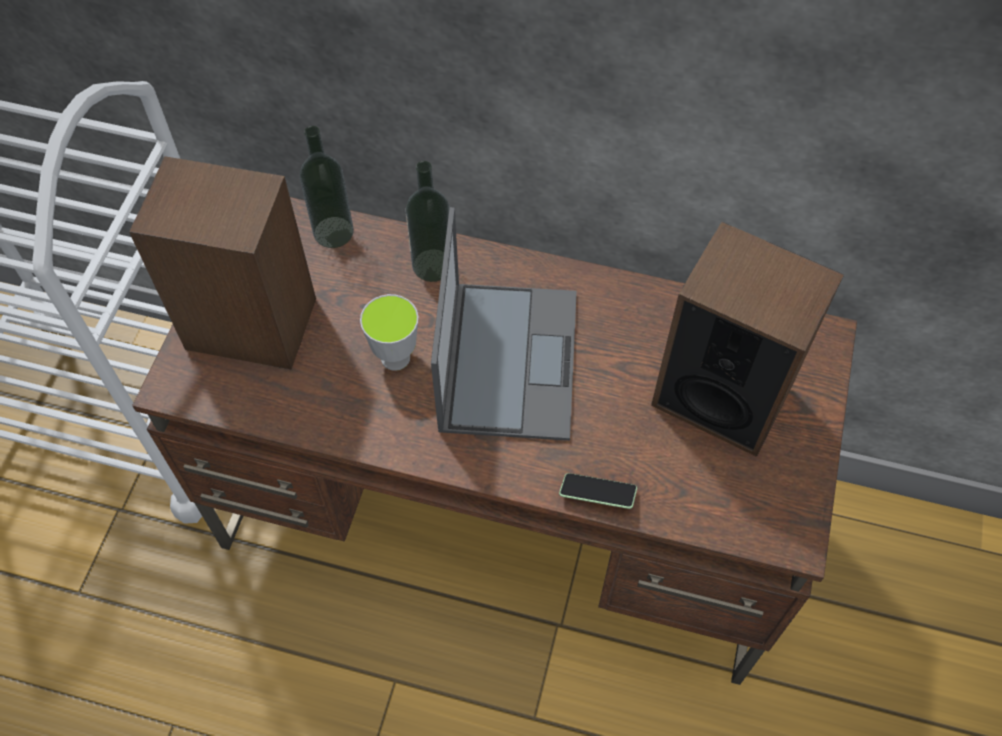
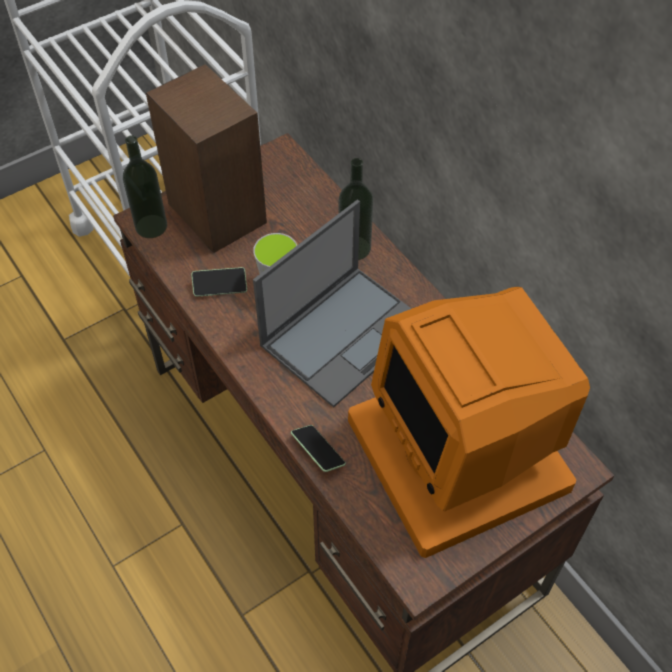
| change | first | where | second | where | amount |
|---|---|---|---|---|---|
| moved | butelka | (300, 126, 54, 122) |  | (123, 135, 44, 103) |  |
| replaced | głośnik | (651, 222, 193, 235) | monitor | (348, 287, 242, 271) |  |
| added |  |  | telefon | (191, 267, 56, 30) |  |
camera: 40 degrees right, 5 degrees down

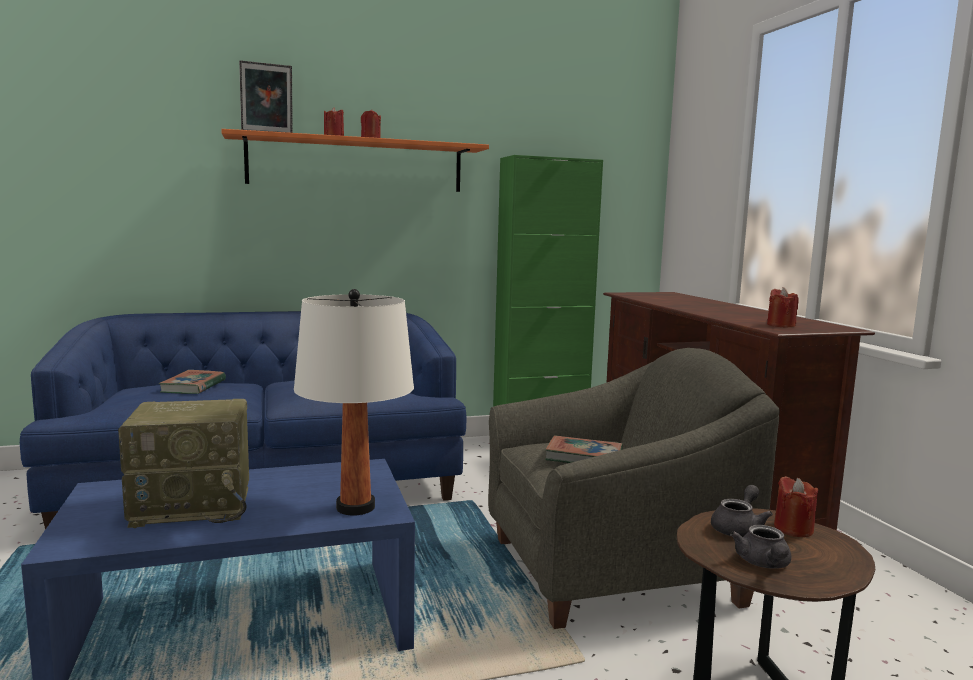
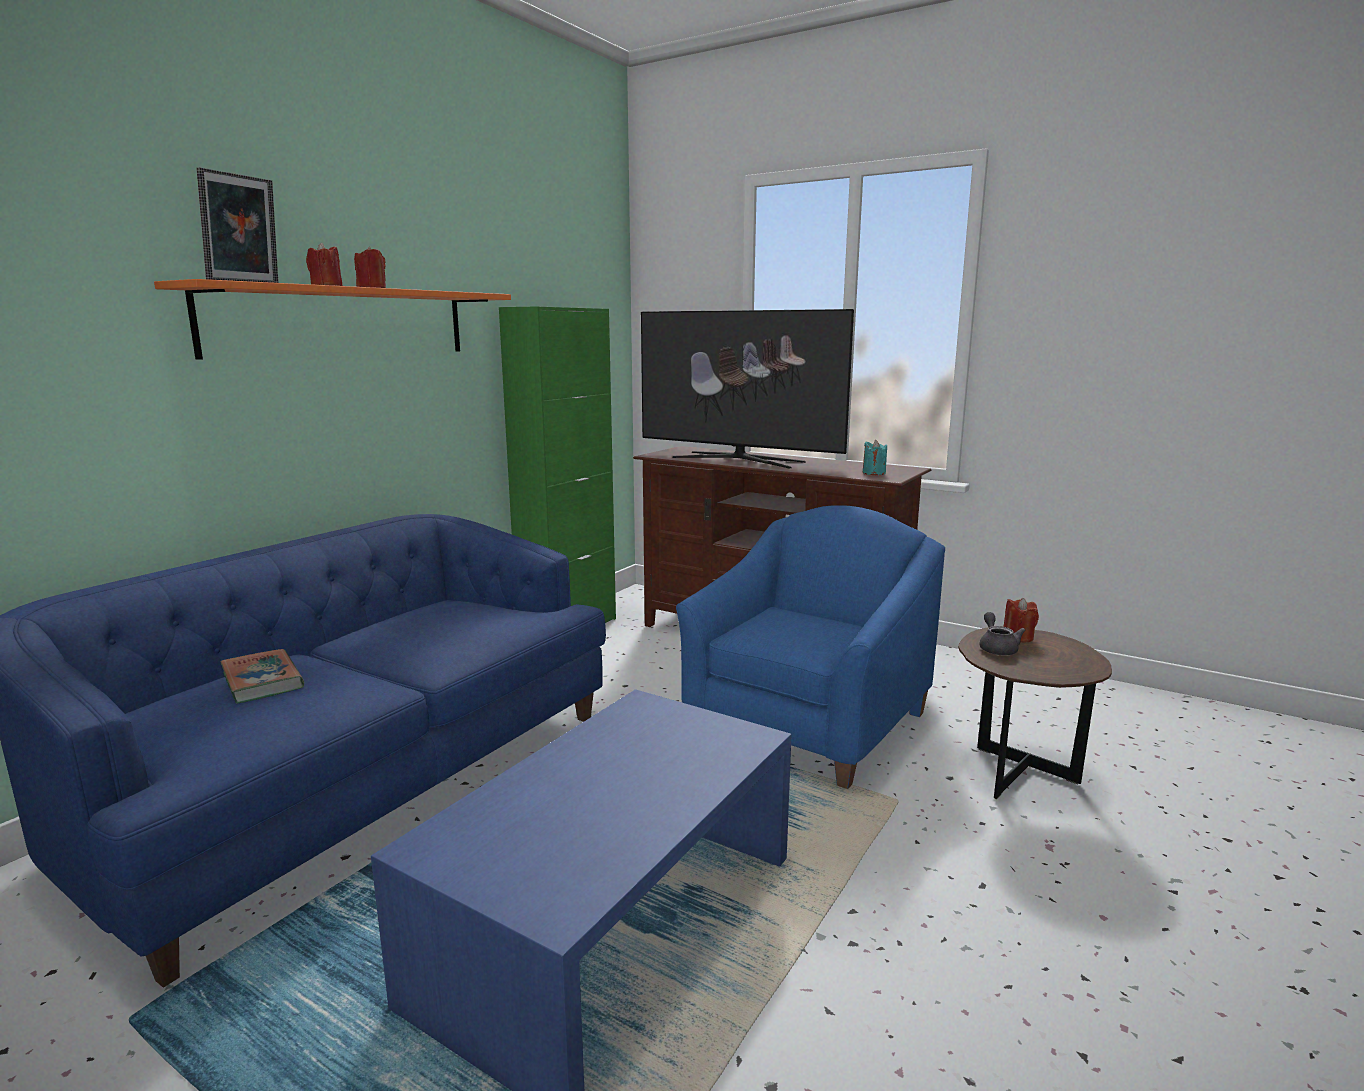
| change | first | where | second | where | amount |
|---|---|---|---|---|---|
| recoloured | świeca/czerwony | (767, 287, 32, 41) | świeca/turkusowy | (862, 440, 25, 35) |  |
| removed | lampa stołowa/biały | (294, 289, 120, 226) |  |  |  |
| recoloured | fotel/szary | (488, 348, 292, 281) | fotel/niebieski | (676, 505, 269, 284) |  |
| removed | radio | (118, 399, 131, 129) |  |  |  |
| removed | książka | (545, 435, 78, 28) |  |  |  |
| removed | imbryk/szary | (730, 525, 61, 44) |  |  |  |
| added |  |  | telewizor | (641, 309, 213, 160) |  |
camera: 40 degrees left, 5 degrees up

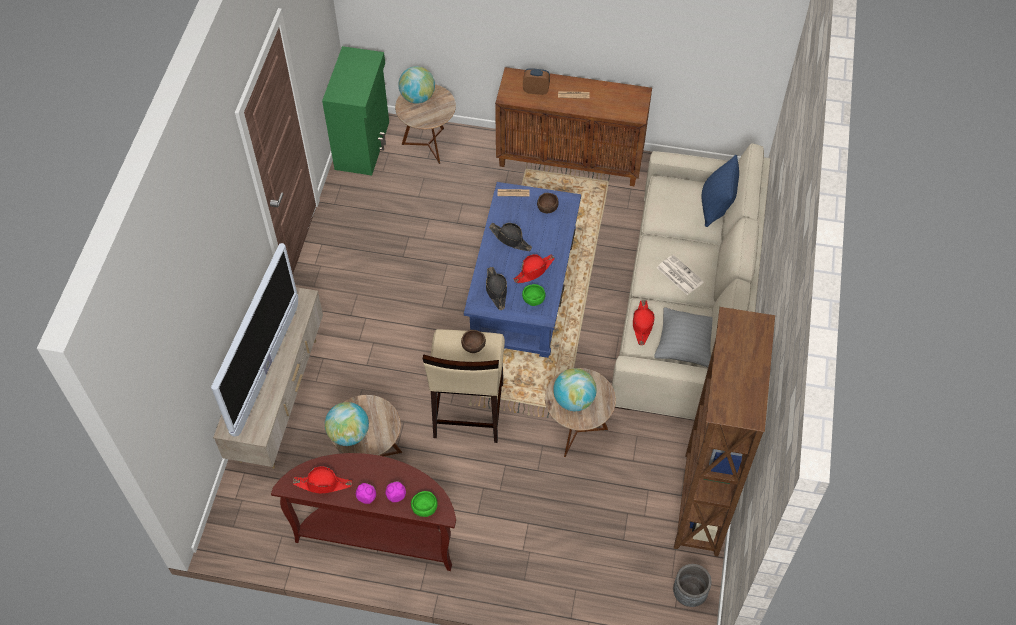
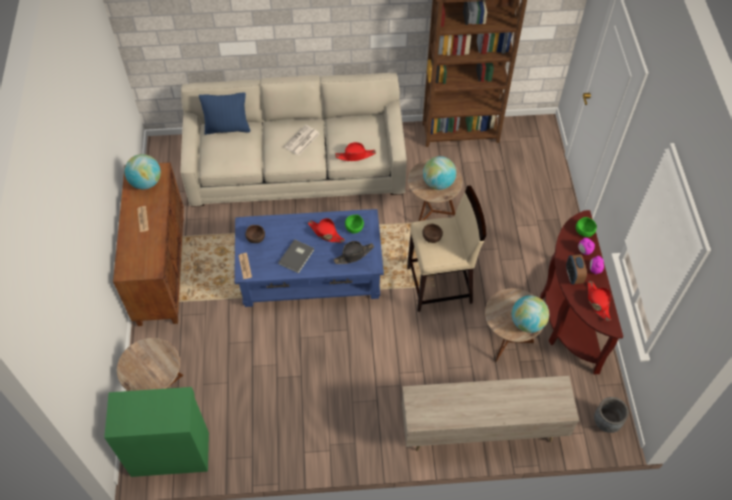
| change | first | where | second | where | amount |
|---|---|---|---|---|---|
| moved | globus | (398, 66, 37, 37) |  | (124, 154, 37, 35) |  |
| moved | budzik | (523, 68, 27, 27) |  | (566, 254, 21, 30) |  |
| replaced | kapelusz/czarny | (489, 223, 43, 28) | książka/szary | (278, 239, 36, 34) |  |
| removed | telewizor | (211, 243, 87, 194) |  |  |  |
| removed | poduszka/szary | (654, 307, 59, 60) |  |  |  |
| moved | donica/szary | (673, 564, 39, 43) |  | (594, 397, 35, 36) |  |
camera: 105 degrees left, 0 degrees up

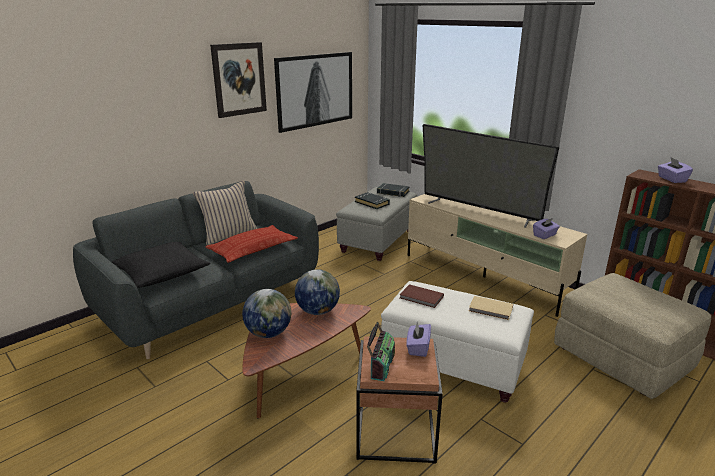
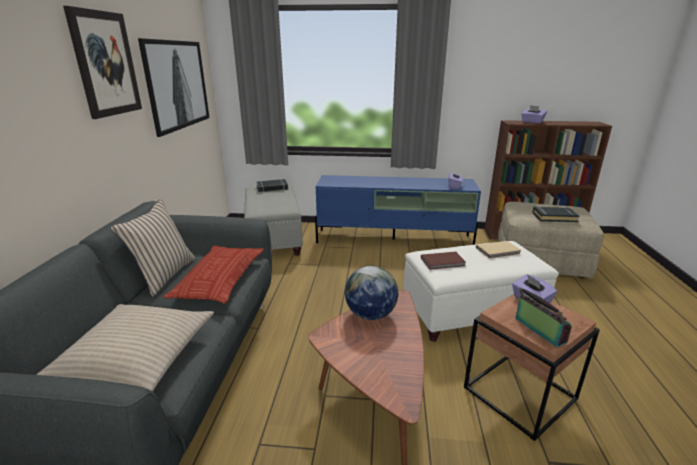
| change | first | where | second | where | amount |
|---|---|---|---|---|---|
| removed | telewizor | (423, 124, 136, 104) |  |  |  |
| moved | książka/czarny | (355, 192, 35, 17) |  | (532, 206, 48, 16) |  |
| recoloured | szafka pod telewizor/beżowy | (408, 194, 179, 123) | szafka pod telewizor/niebieski | (315, 175, 166, 70) |  |
| recoloured | poduszka/czarny | (112, 242, 98, 46) | poduszka/beżowy | (36, 304, 178, 88) |  |
| removed | globus | (242, 289, 49, 49) |  |  |  |
camera: 40 degrees left, 0 degrees up

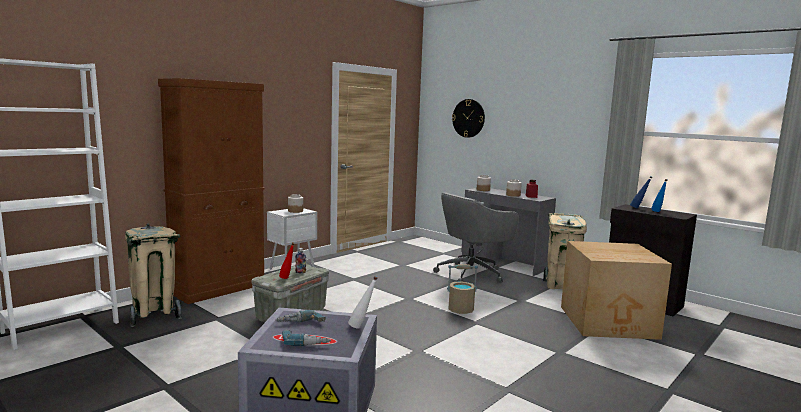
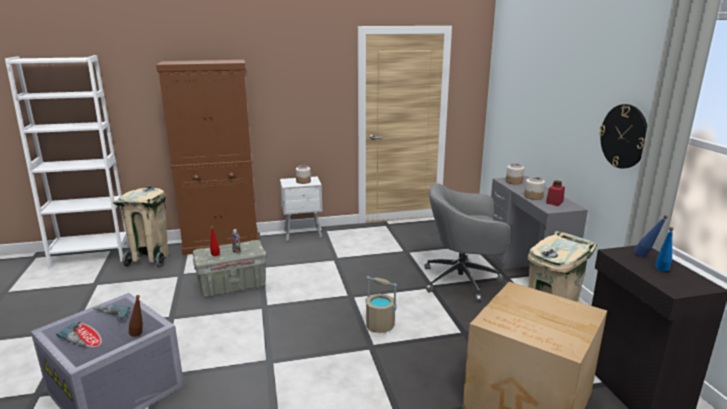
| change | first | where | second | where | amount |
|---|---|---|---|---|---|
| moved | zegar ścienny | (452, 99, 33, 39) |  | (599, 104, 48, 65) |  |
| recoloured | butelka/biały | (348, 276, 30, 52) | butelka/brązowy | (129, 295, 14, 42) |  |
camera: 35 degrees right, 10 degrees up

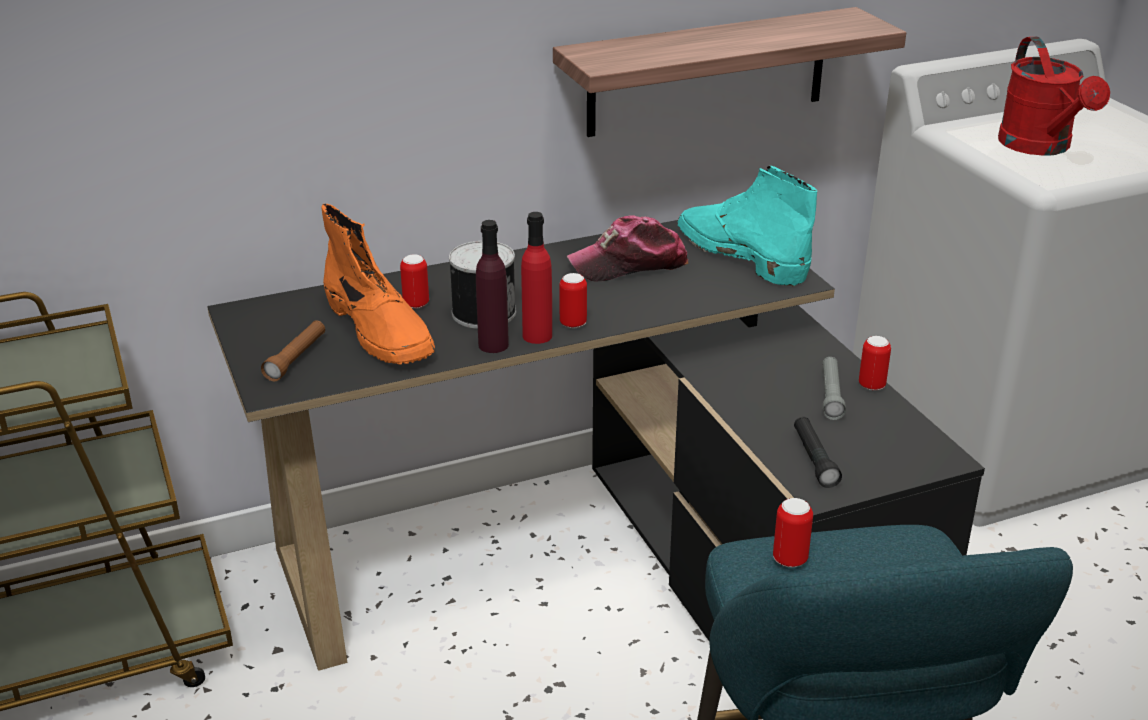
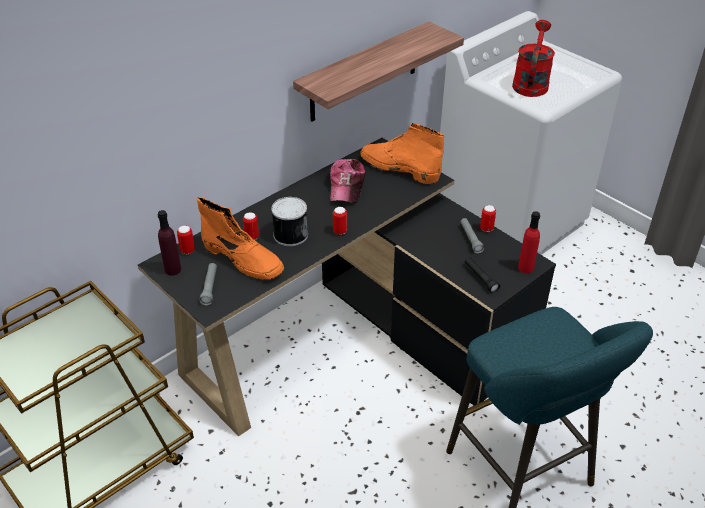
| change | first | where | second | where | amount |
|---|---|---|---|---|---|
| turned | konewka/czerwony | (998, 37, 112, 119) |  | (512, 20, 43, 77) | 135 degrees counterclockwise |
| recoloured | but z cholewką/turkusowy | (678, 166, 139, 121) | but z cholewką/pomarańczowy | (360, 123, 84, 61) |  |
| moved | butelka/czerwony | (521, 212, 31, 132) |  | (518, 211, 22, 62) |  |
| turned | czapka z daszkiem | (567, 215, 121, 67) |  | (330, 159, 36, 44) | 45 degrees counterclockwise |
| moved | butelka/fioletowy | (476, 220, 33, 133) |  | (158, 210, 23, 66) |  |
| recoloured | latarka/brązowy | (261, 320, 64, 61) | latarka/szary | (199, 263, 18, 42) |  |
| moved | puszka | (773, 498, 40, 69) |  | (177, 226, 18, 28) |  |
camera: 20 degrees left, 10 degrees up

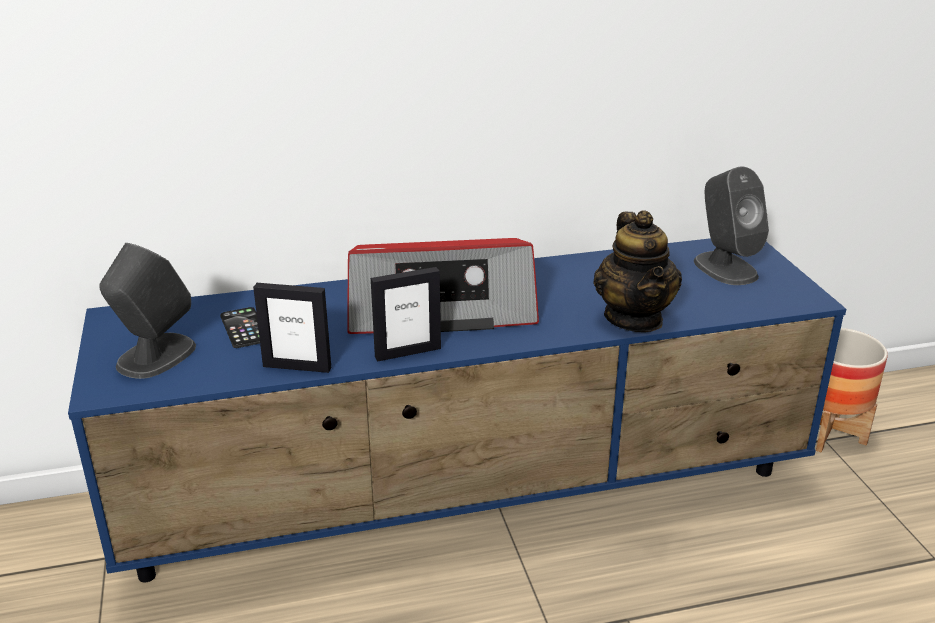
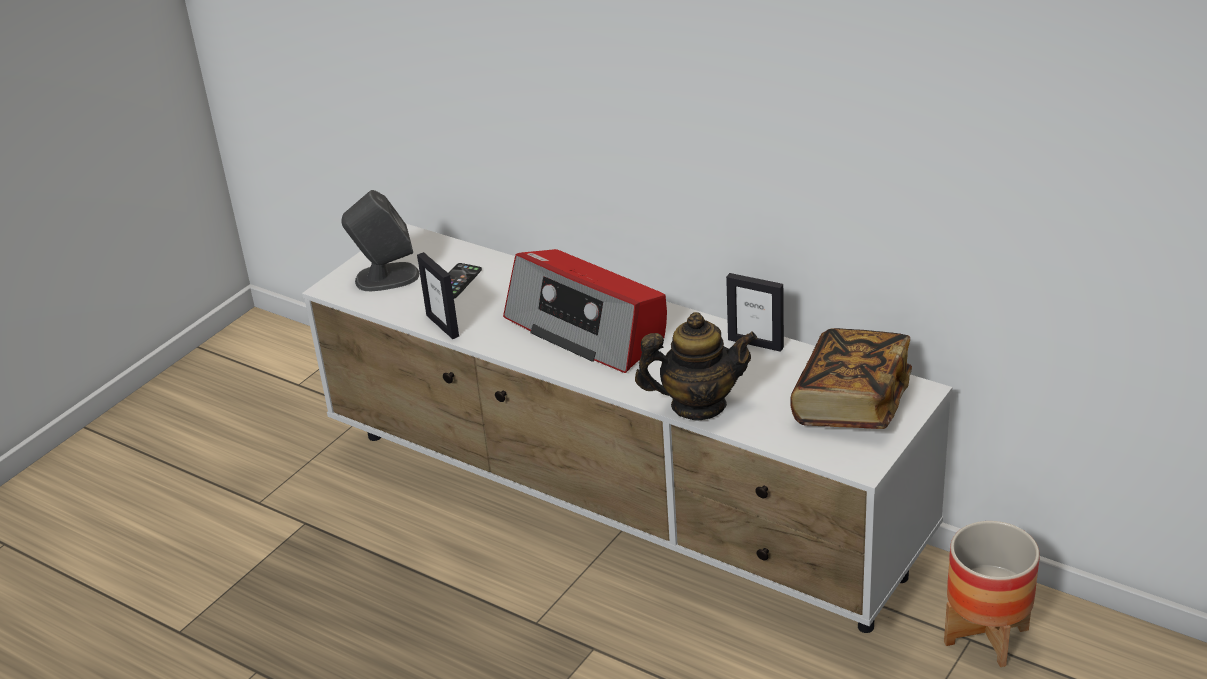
| change | first | where | second | where | amount |
|---|---|---|---|---|---|
| replaced | głośnik/szary | (694, 167, 75, 118) | książka | (791, 328, 121, 101) |  |
| turned | imbryk | (593, 210, 89, 122) |  | (635, 312, 123, 109) | 135 degrees counterclockwise |
| recoloured | szafka pod telewizor/niebieski | (68, 238, 778, 344) | szafka pod telewizor/biały | (302, 223, 650, 410) |  |
| moved | ramka na zdjęcie | (371, 267, 70, 95) |  | (726, 273, 58, 79) |  |
camera: 50 degrees right, 5 degrees up

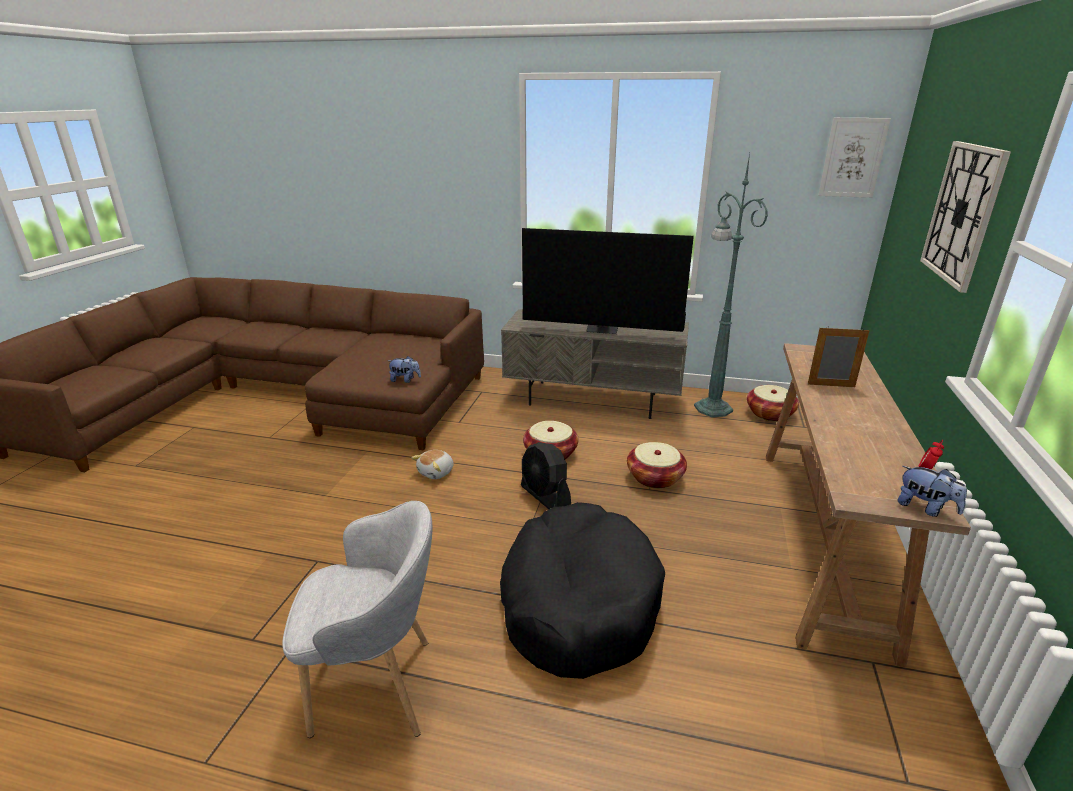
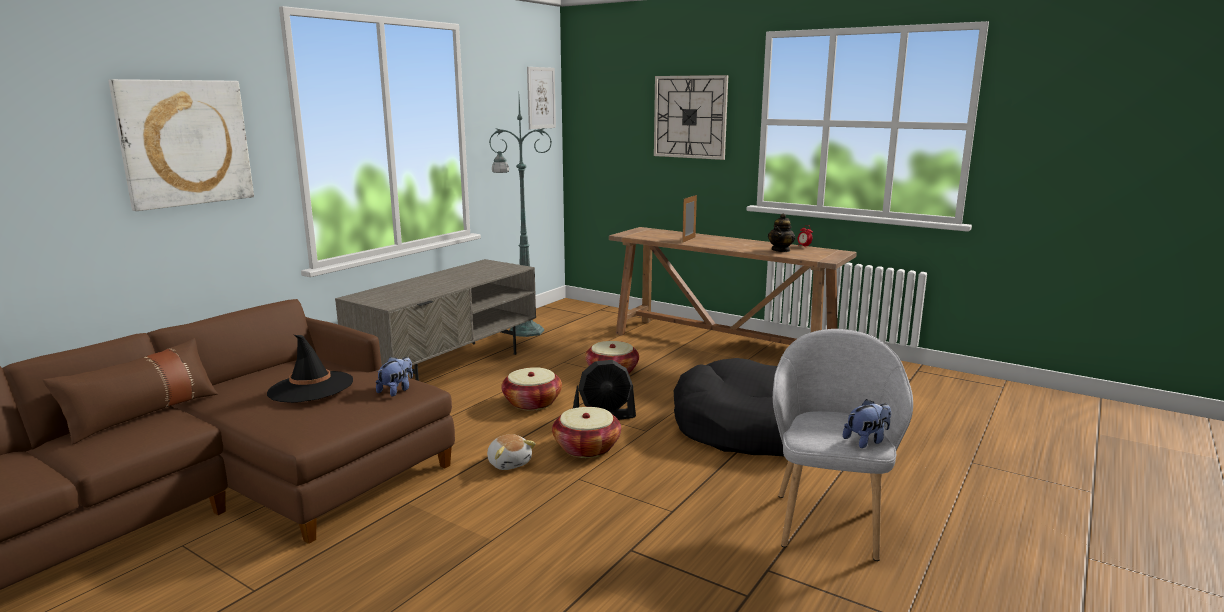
| change | first | where | second | where | amount |
|---|---|---|---|---|---|
| removed | telewizor | (522, 228, 172, 106) |  |  |  |
| moved | koszyk | (747, 385, 52, 37) |  | (552, 407, 69, 51) |  |
| moved | pluszak | (897, 466, 70, 51) |  | (843, 399, 48, 49) |  |
| added |  |  | obraz | (108, 79, 146, 132) |  |
| added |  |  | imbryk | (768, 213, 28, 39) |  |
| added |  |  | kapelusz/czarny | (267, 335, 86, 68) |  |
| added |  |  | poduszka/brązowy | (43, 338, 175, 107) |  |
camera: 70 degrees left, 10 degrees down

